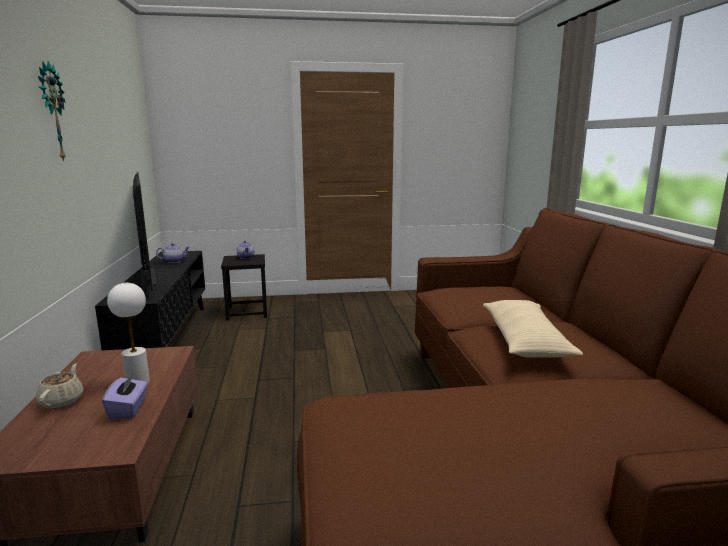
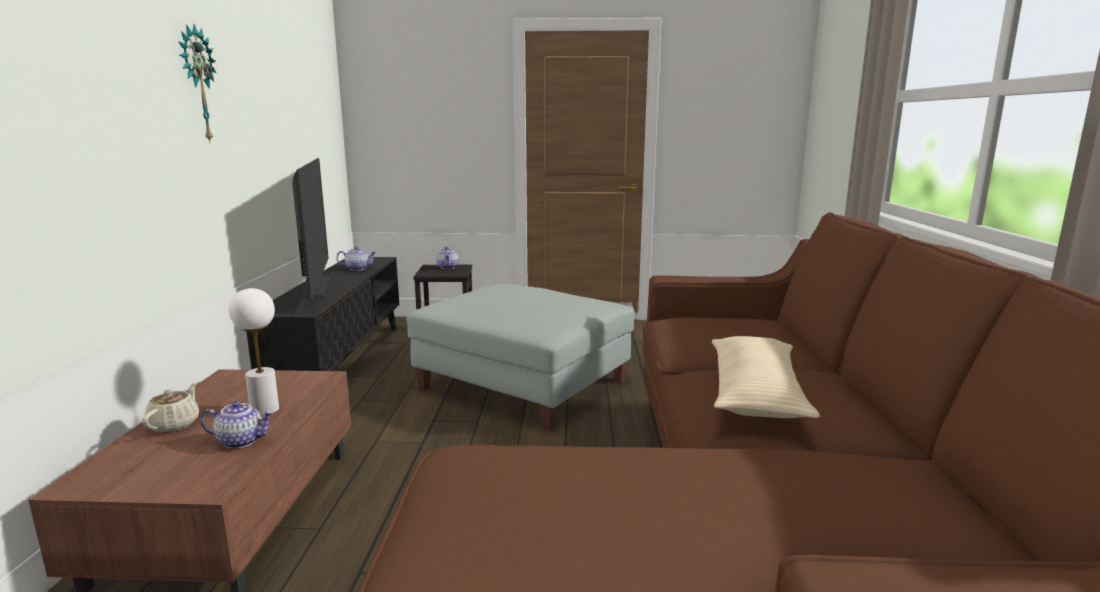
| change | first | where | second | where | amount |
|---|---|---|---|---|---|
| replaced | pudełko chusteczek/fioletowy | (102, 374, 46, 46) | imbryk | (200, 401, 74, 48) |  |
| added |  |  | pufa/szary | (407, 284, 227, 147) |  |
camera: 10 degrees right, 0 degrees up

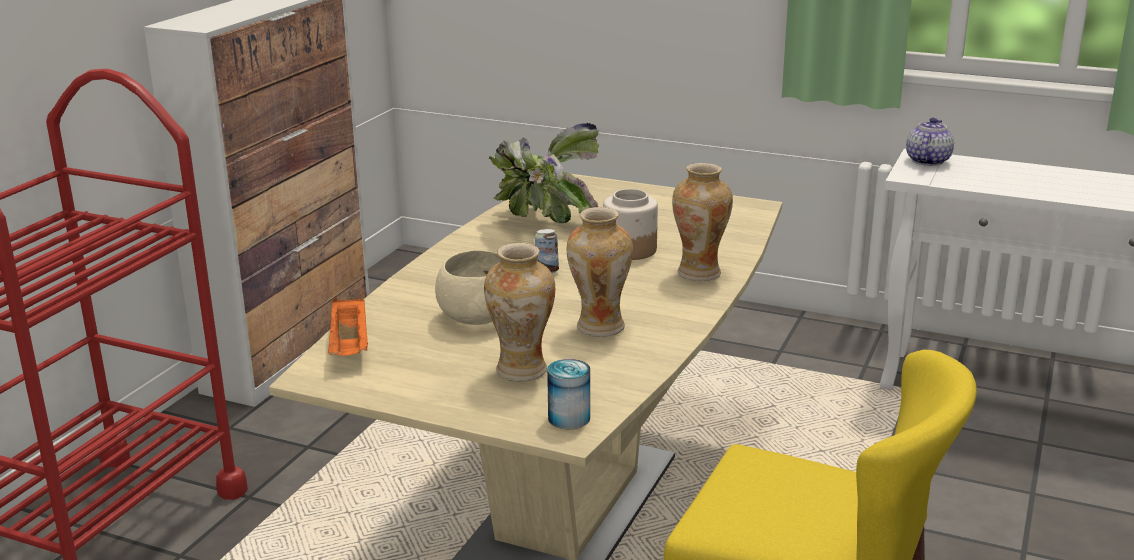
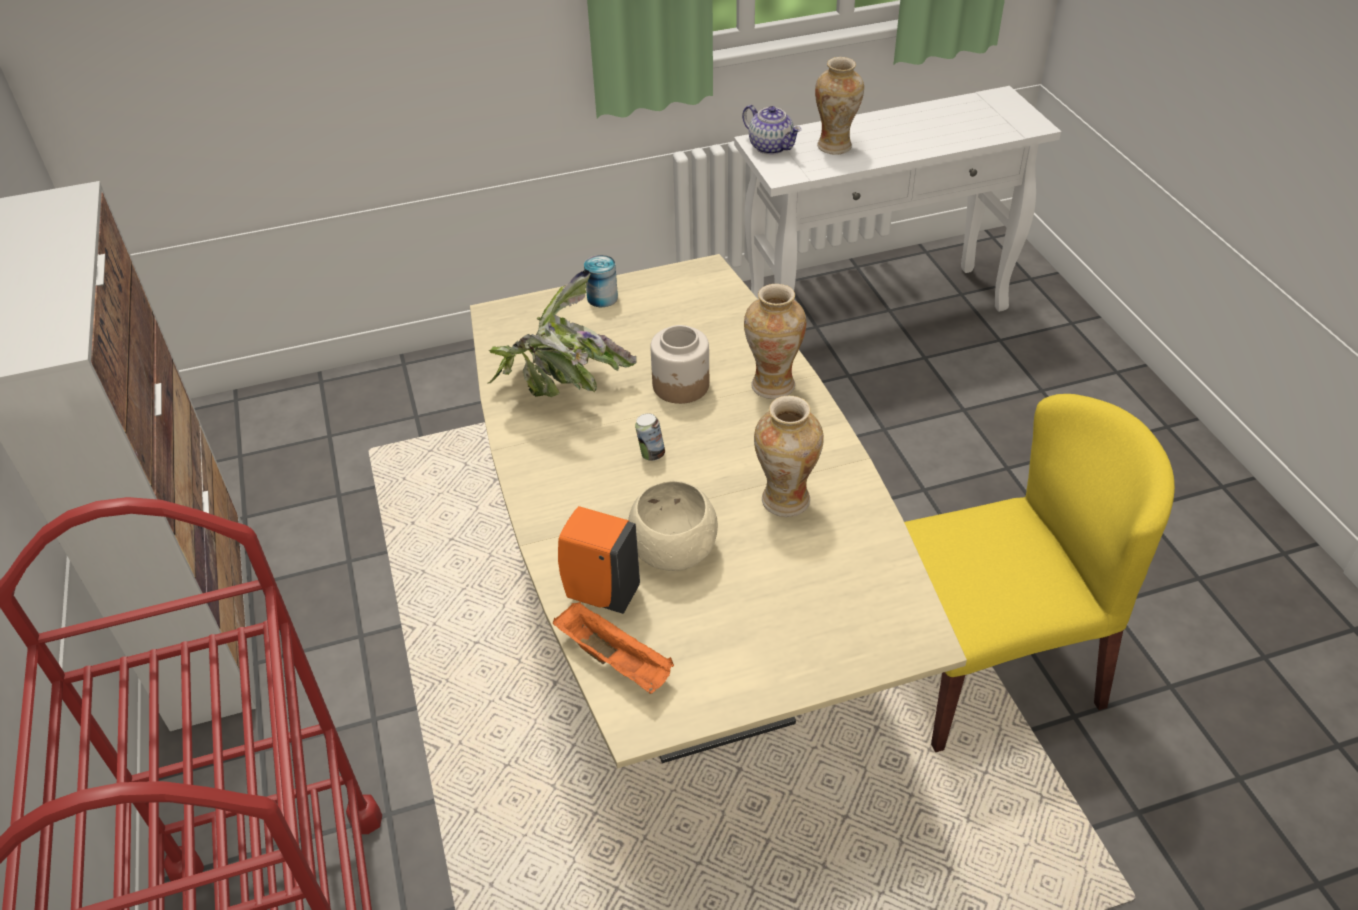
| change | first | where | second | where | amount |
|---|---|---|---|---|---|
| turned | imbryk | (906, 118, 48, 48) |  | (742, 105, 60, 50) | 150 degrees clockwise |
| moved | wazon | (484, 243, 71, 139) |  | (815, 57, 49, 98) |  |
| moved | puszka | (547, 359, 43, 70) |  | (584, 255, 34, 52) |  |
| added |  |  | dozownik mydła/pomarańczowy | (558, 506, 82, 108) |  |
camera: 40 degrees left, 20 degrees up

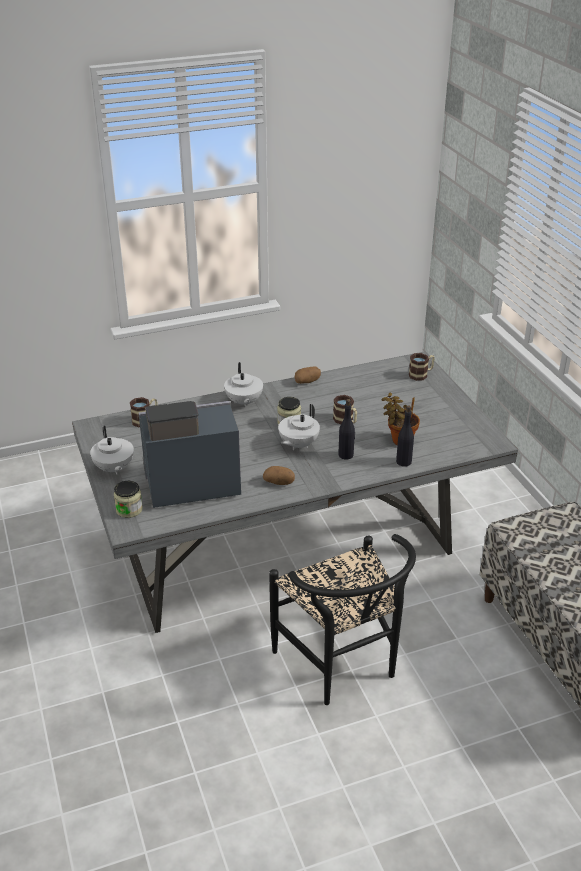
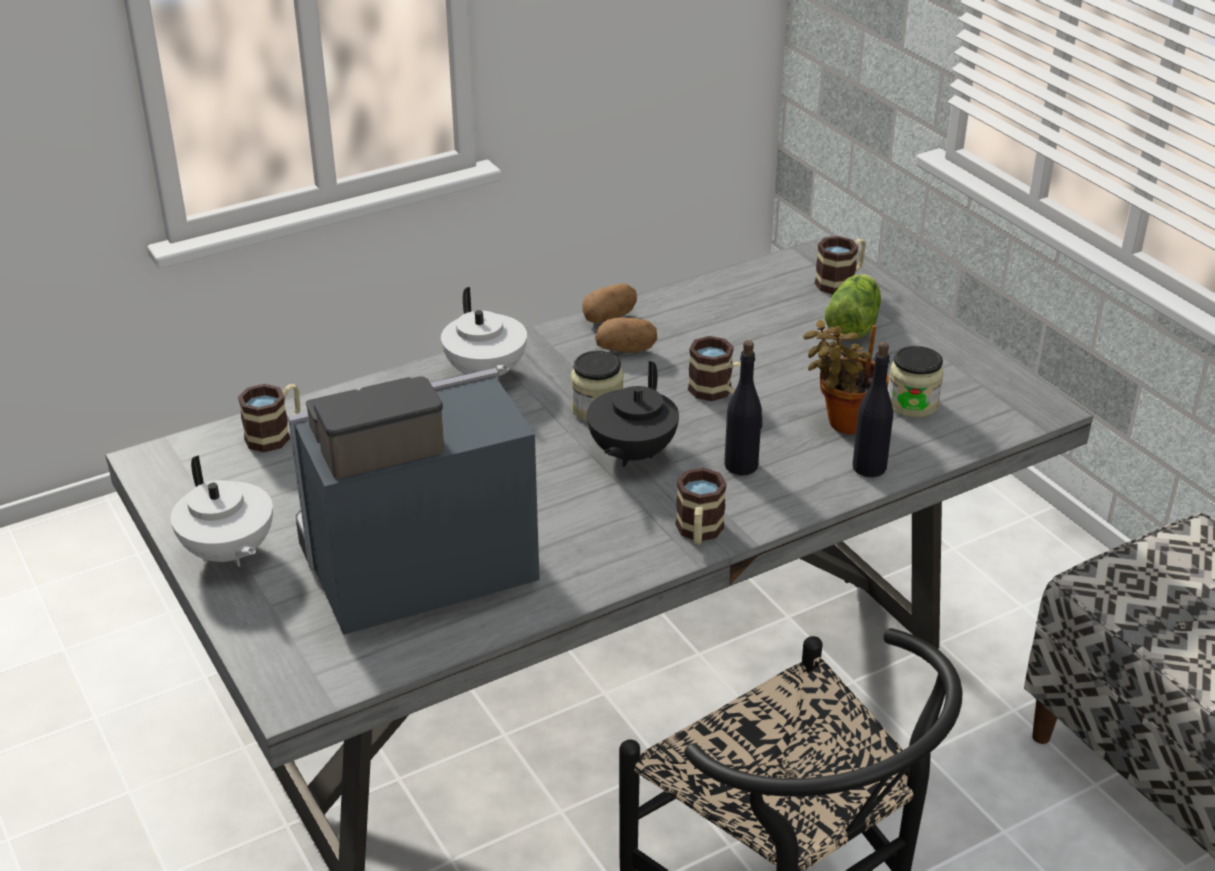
| change | first | where | second | where | amount |
|---|---|---|---|---|---|
| recoloured | imbryk/biały | (278, 404, 42, 46) | imbryk/czarny | (587, 361, 92, 106) |  |
| moved | ziemniak | (263, 466, 32, 19) |  | (595, 317, 62, 36) |  |
| moved | słoik | (114, 481, 29, 37) |  | (888, 346, 56, 72) |  |
| added |  |  | sałata | (825, 274, 56, 66) |  |
| added |  |  | kubek | (675, 468, 52, 77) |  |
camera: 10 degrees left, 0 degrees up

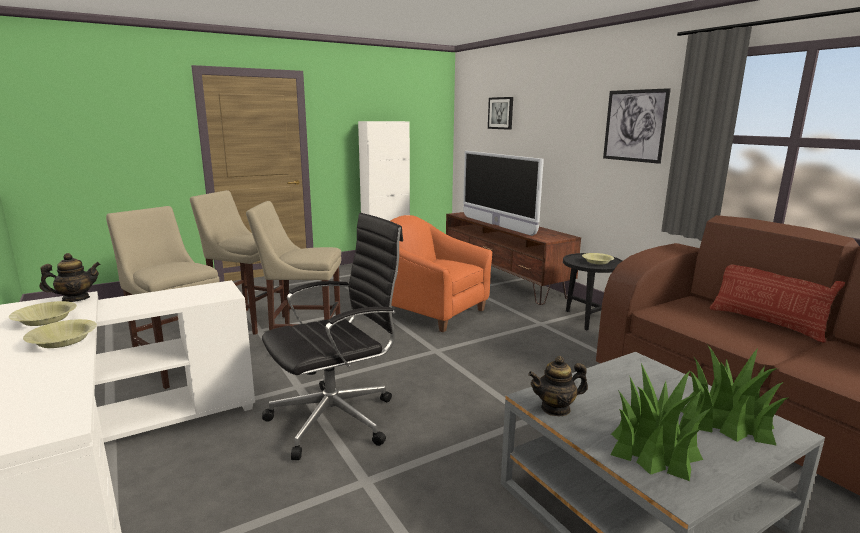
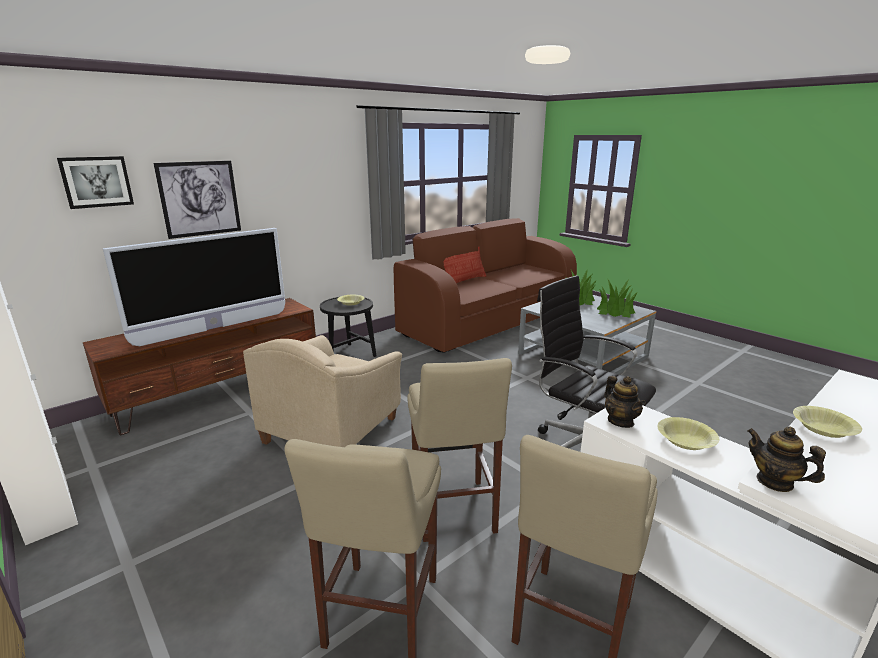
| change | first | where | second | where | amount |
|---|---|---|---|---|---|
| moved | obraz | (603, 88, 68, 76) |  | (153, 161, 88, 78) |  |
| recoloured | fotel/pomarańczowy | (391, 215, 101, 117) | fotel/beżowy | (243, 335, 159, 112) |  |
| moved | miska/żółty | (9, 301, 68, 25) |  | (658, 417, 61, 33) |  |
| moved | imbryk | (528, 356, 60, 61) |  | (605, 376, 41, 52) |  |
camera: 100 degrees left, 5 degrees up

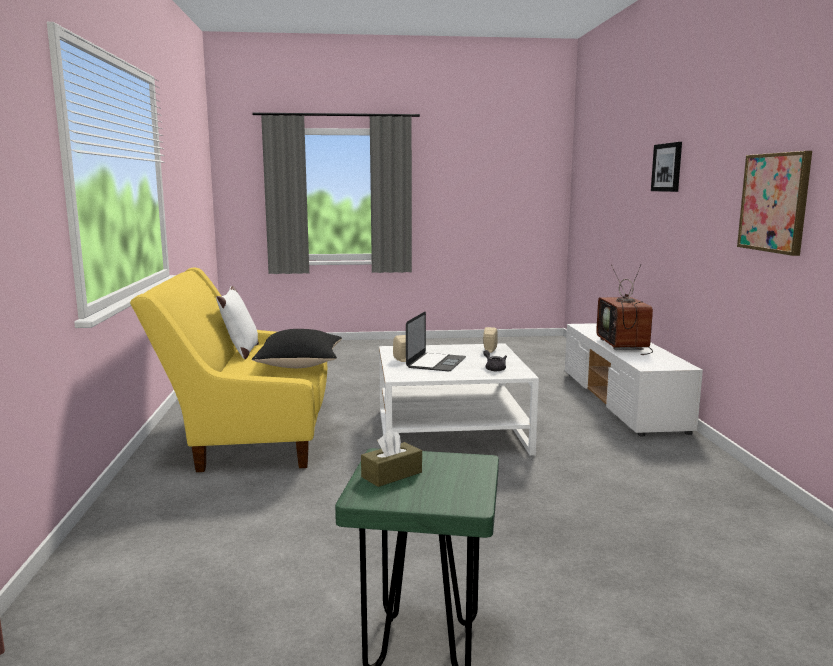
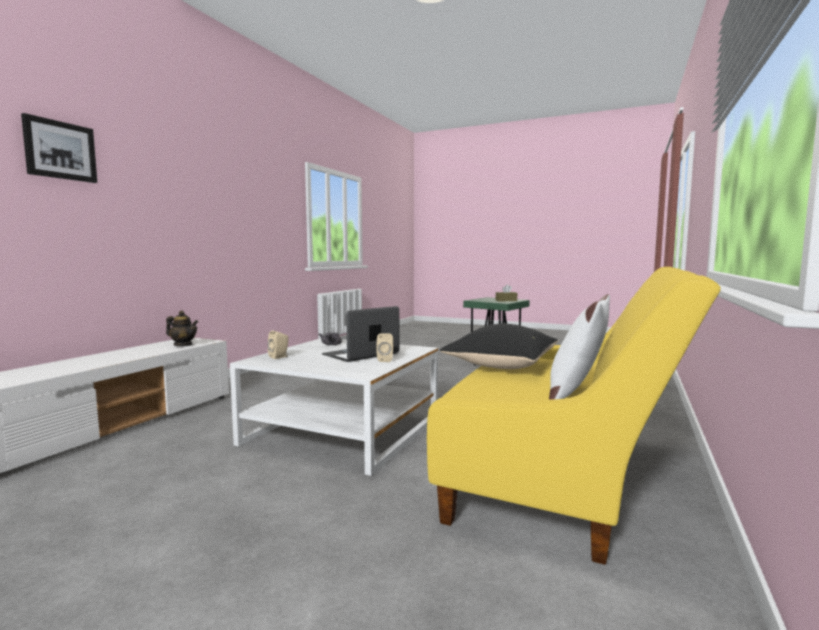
| change | first | where | second | where | amount |
|---|---|---|---|---|---|
| removed | obraz | (737, 151, 75, 105) |  |  |  |
| removed | telewizor | (596, 265, 57, 90) |  |  |  |
| added |  |  | imbryk | (166, 311, 32, 35) |  |
camera: 150 degrees left, 5 degrees down

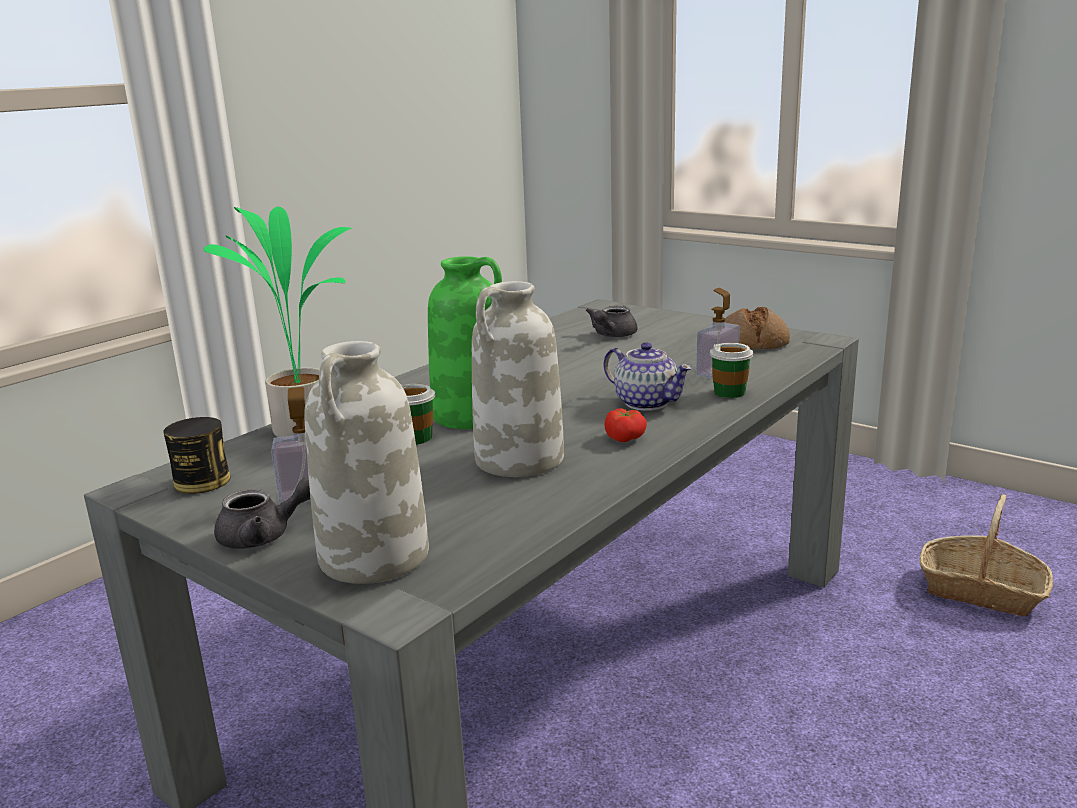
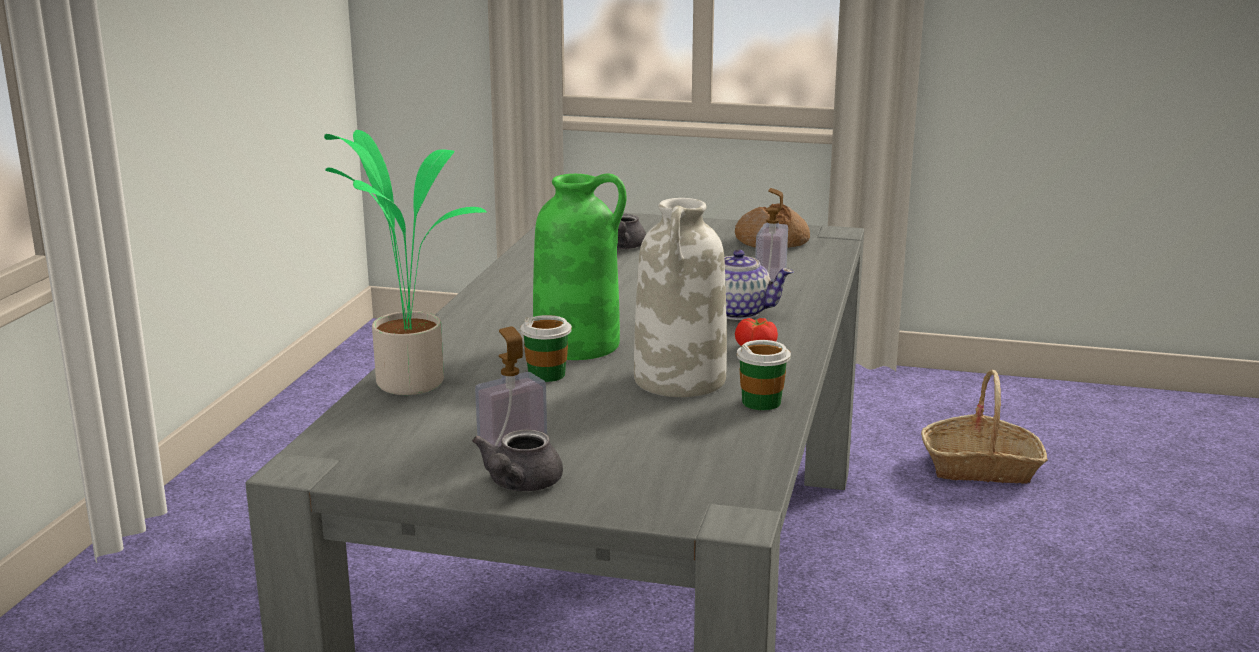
| change | first | where | second | where | amount |
|---|---|---|---|---|---|
| removed | wazon/biały | (304, 341, 125, 243) |  |  |  |
| moved | filiżanka | (710, 343, 43, 55) |  | (737, 340, 54, 70) |  |
| removed | puszka | (164, 417, 67, 77) |  |  |  |
| turned | imbryk/szary | (214, 476, 96, 73) |  | (472, 429, 91, 62) | 150 degrees clockwise |
camera: 25 degrees left, 0 degrees up

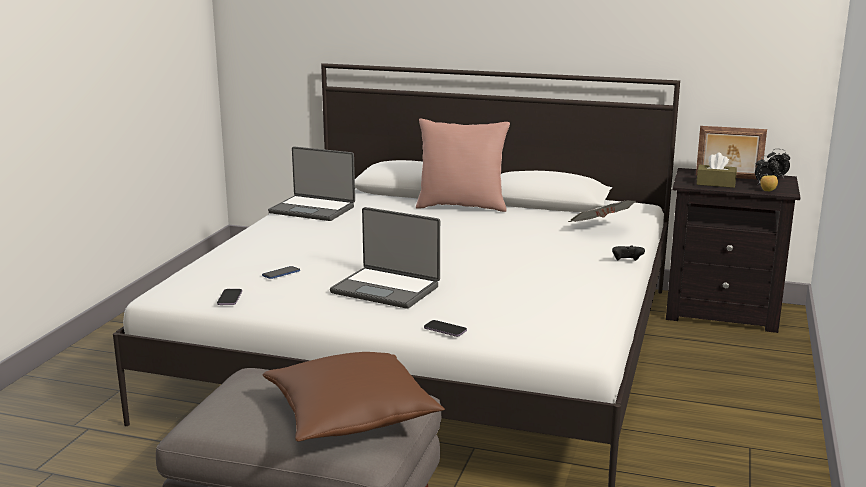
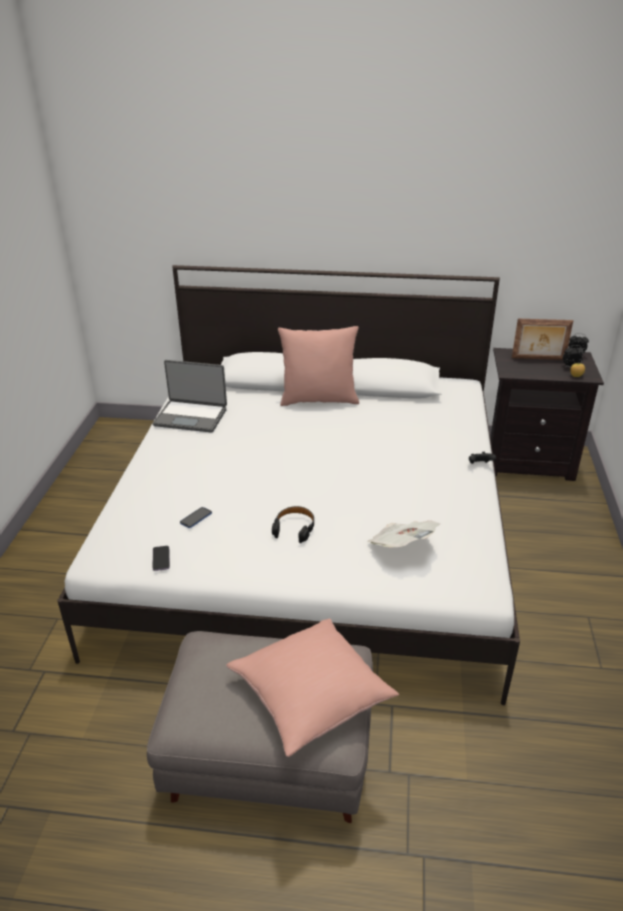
| change | first | where | second | where | amount |
|---|---|---|---|---|---|
| removed | pudełko chusteczek/brązowy | (696, 153, 41, 35) |  |  |  |
| moved | gazeta | (568, 200, 68, 22) |  | (367, 521, 74, 27) |  |
| replaced | laptop | (330, 207, 110, 102) | słuchawki/czarny | (272, 506, 42, 37) |  |
| removed | telefon | (424, 320, 43, 17) |  |  |  |
| recoloured | poduszka/brązowy | (263, 352, 182, 90) | poduszka/różowy | (226, 618, 173, 139) |  |
camera: 10 degrees left, 15 degrees up

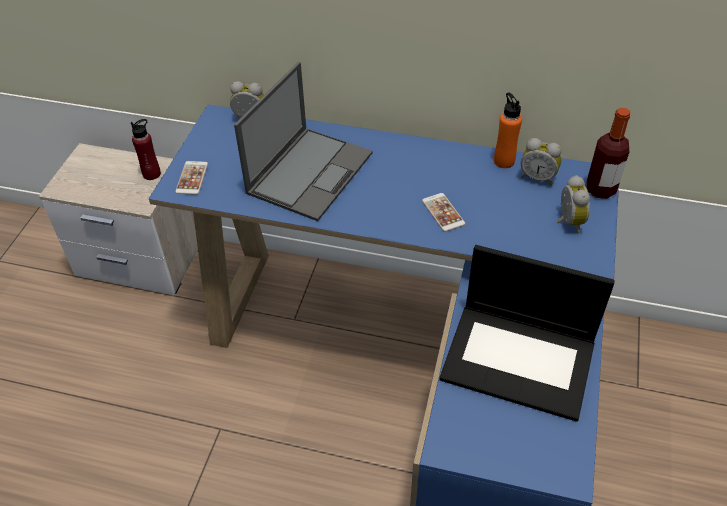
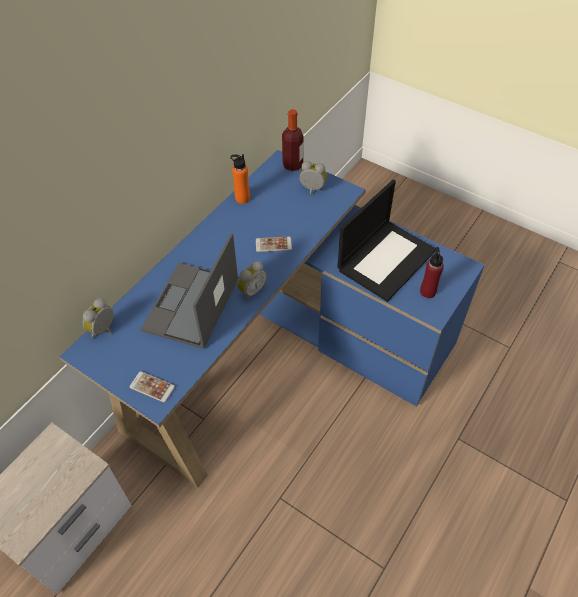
| change | first | where | second | where | amount |
|---|---|---|---|---|---|
| turned | laptop | (234, 62, 138, 159) |  | (141, 233, 97, 116) | 120 degrees counterclockwise |
| moved | butelka/czerwony | (131, 119, 30, 61) |  | (420, 247, 24, 51) |  |
| moved | budzik | (521, 138, 41, 48) |  | (237, 261, 30, 40) |  |
camera: 70 degrees left, 5 degrees up

